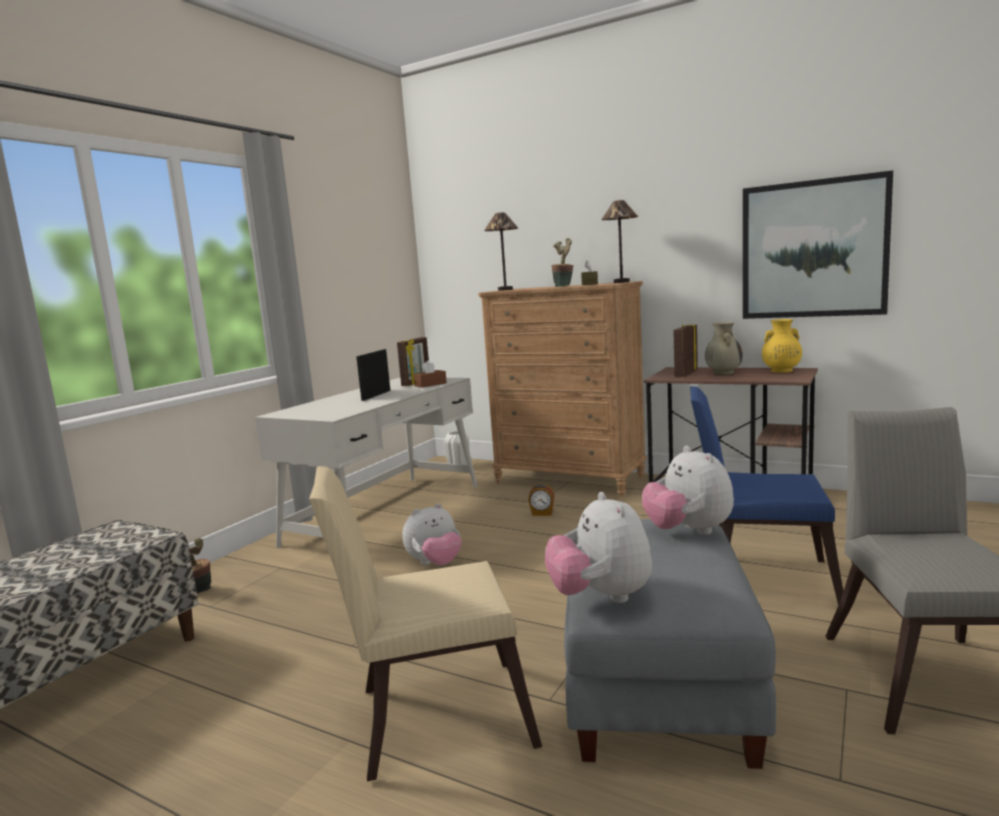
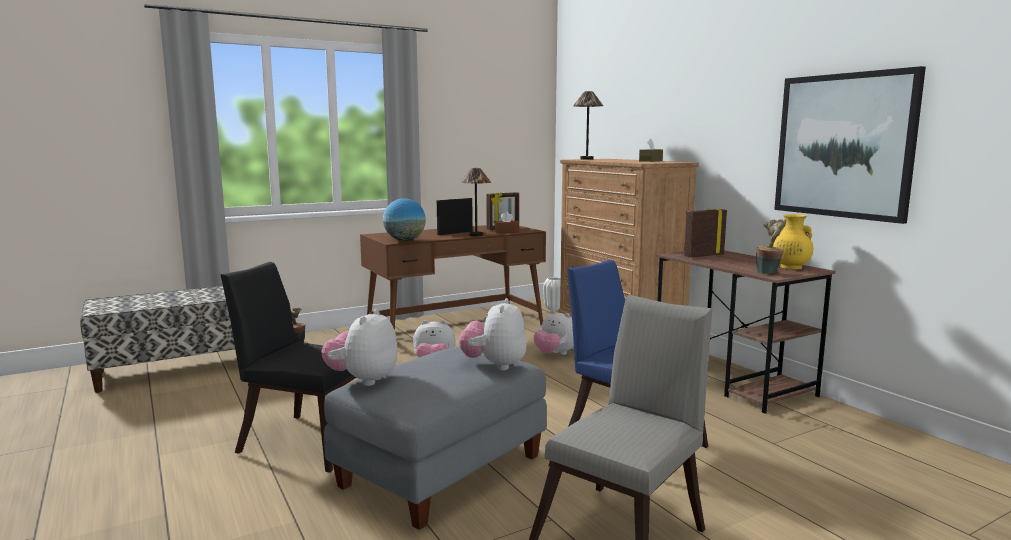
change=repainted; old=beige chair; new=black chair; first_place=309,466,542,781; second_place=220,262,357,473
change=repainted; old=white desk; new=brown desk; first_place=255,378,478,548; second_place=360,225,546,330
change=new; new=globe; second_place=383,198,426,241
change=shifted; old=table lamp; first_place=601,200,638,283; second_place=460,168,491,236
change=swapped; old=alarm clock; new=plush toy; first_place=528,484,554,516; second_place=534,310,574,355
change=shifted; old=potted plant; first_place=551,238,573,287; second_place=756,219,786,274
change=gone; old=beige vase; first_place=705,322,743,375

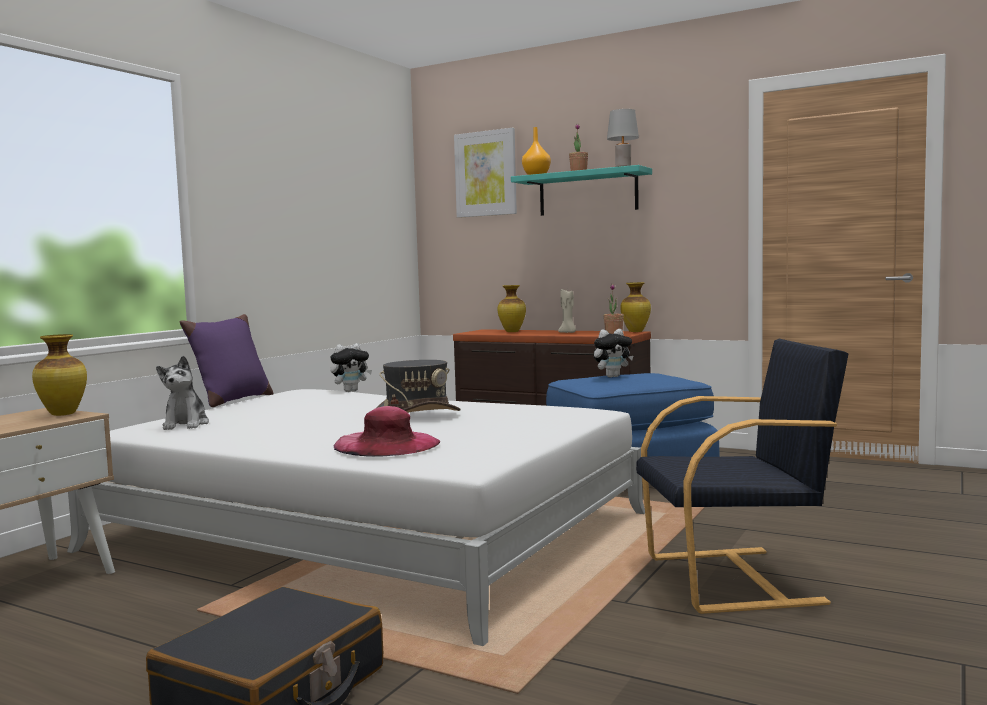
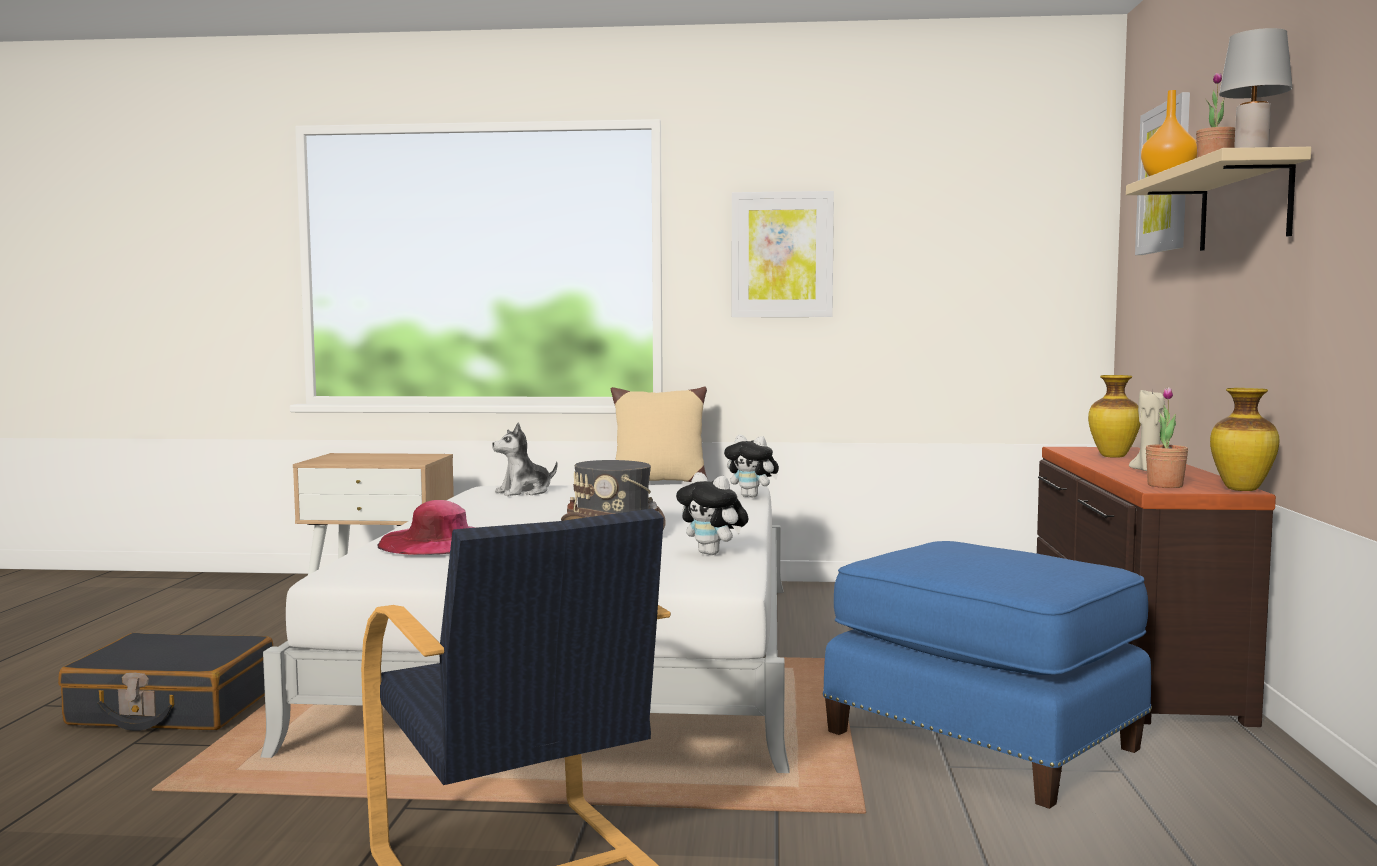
change=repainted; old=purple pillow; new=beige pillow; first_place=180,314,273,407; second_place=611,387,708,482
change=shifted; old=plush toy; first_place=594,329,633,378; second_place=676,472,748,555
change=new; new=picture; second_place=732,191,834,317
change=repainted; old=turquoise shelf; new=beige shelf; first_place=511,165,652,216; second_place=1126,147,1311,251
change=gone; old=vase; first_place=32,334,87,416

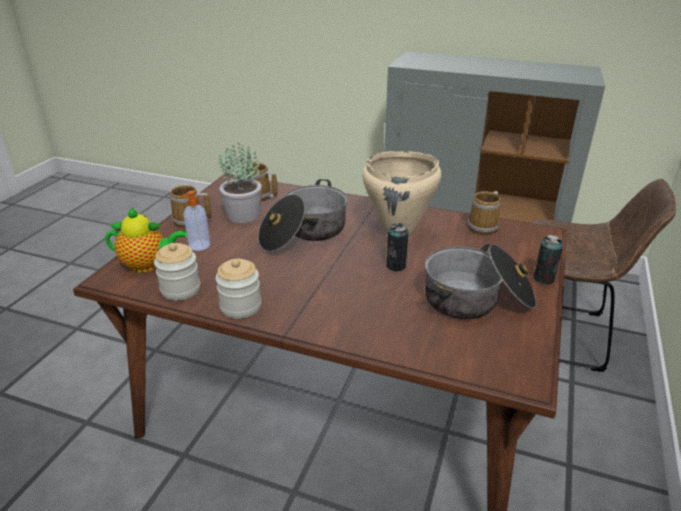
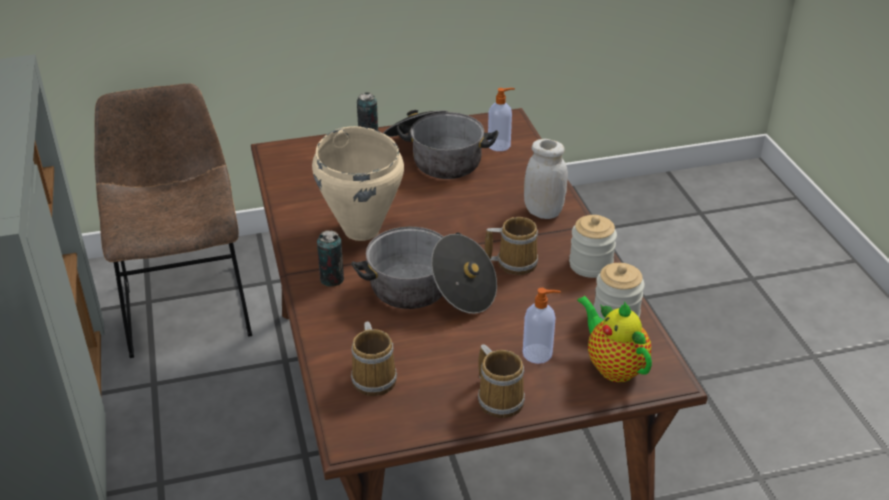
change=shifted; old=can; first_place=387,223,409,271; second_place=317,231,344,287
change=shifted; old=mug; first_place=468,191,501,235; second_place=485,217,538,275
change=new; new=soap dispenser; second_place=488,88,515,151
change=new; new=white jar; second_place=524,139,568,219
change=gone; old=potted plant; first_place=218,143,262,223

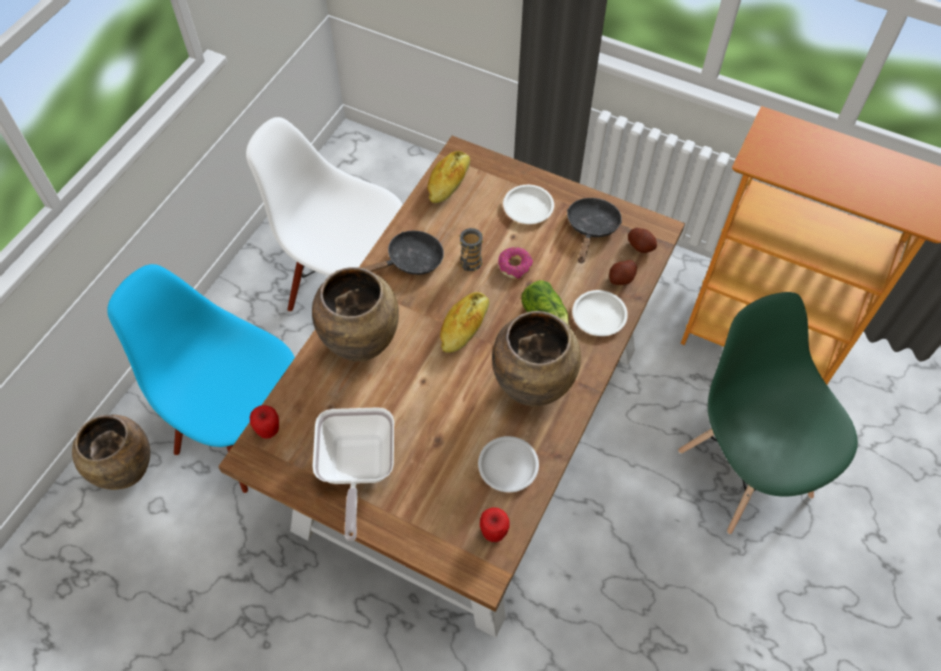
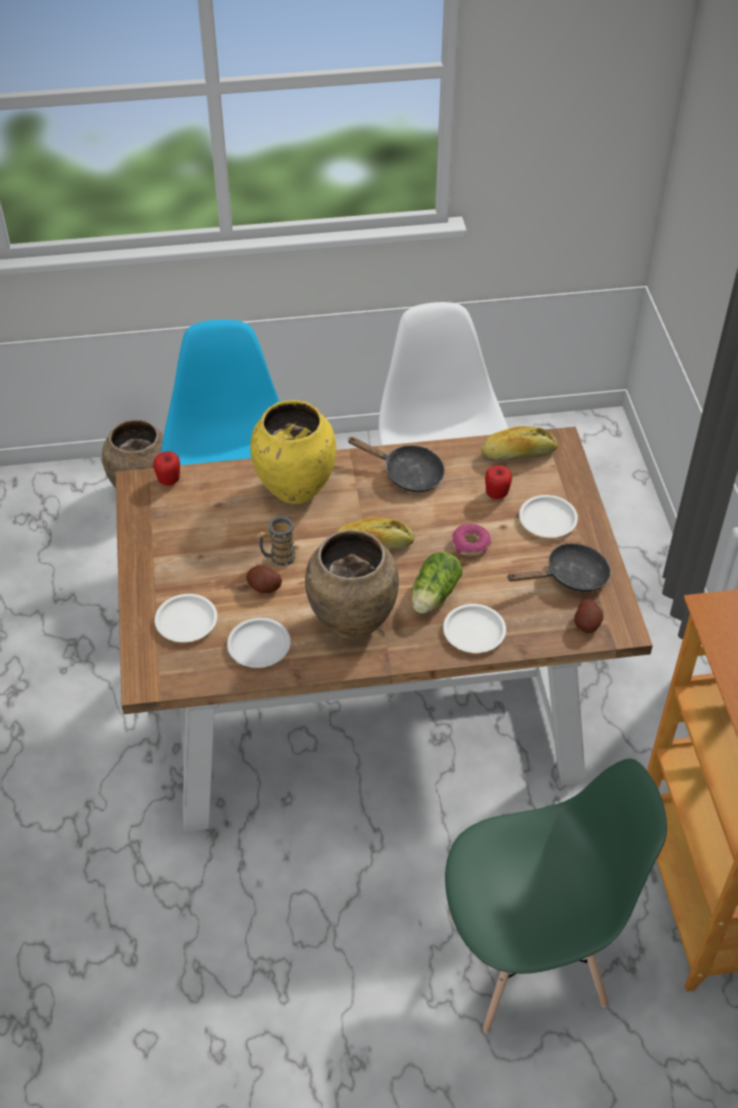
change=new; new=white plate; second_place=155,594,217,642
change=shifted; old=potato; first_place=609,260,637,285; second_place=246,566,282,593
change=repainted; old=brown vase; new=yellow vase; first_place=312,267,399,362; second_place=250,400,336,504
change=shifted; old=mug; first_place=458,228,484,271; second_place=257,516,297,566
change=rotated; old=green chair; first_place=678,292,858,534; second_place=445,759,667,1033; degrees=45
change=shifted; old=apple; first_place=480,508,509,542; second_place=485,465,512,499
change=gone; old=frying pan; first_place=312,407,394,541

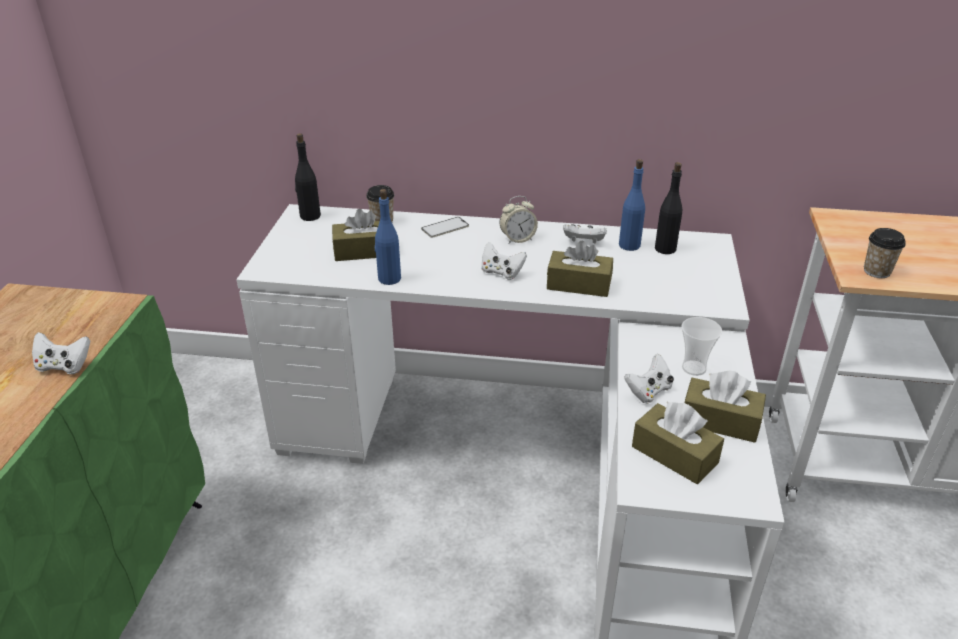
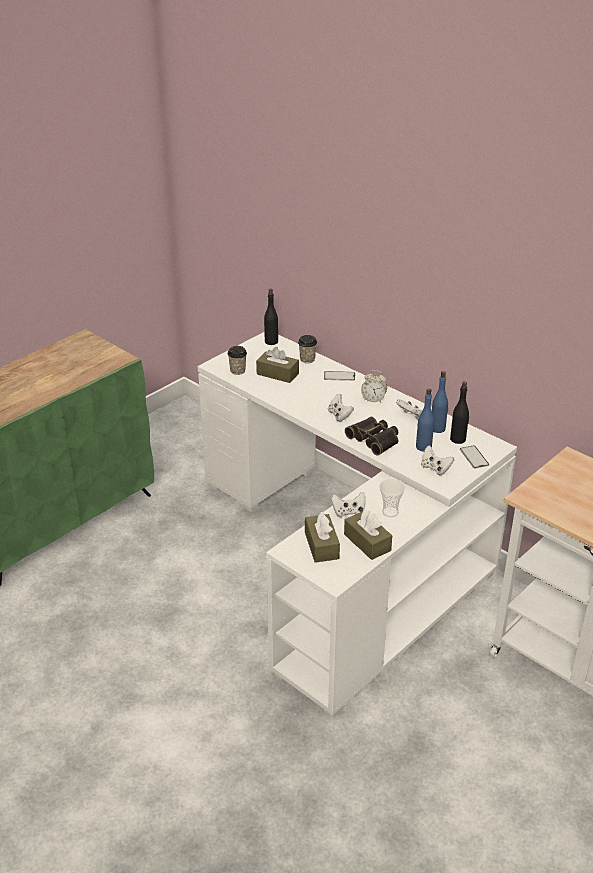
change=shifted; old=cup; first_place=864,228,906,278; second_place=228,346,247,375
change=swapped; old=brown tissue box; new=binoculars; first_place=547,240,613,297; second_place=345,417,398,456
change=shifted; old=blue bottle; first_place=375,189,401,285; second_place=416,389,434,452
change=shifted; old=white game controller; first_place=32,332,90,375; second_place=421,445,454,475
change=new; new=phone; second_place=460,446,489,469

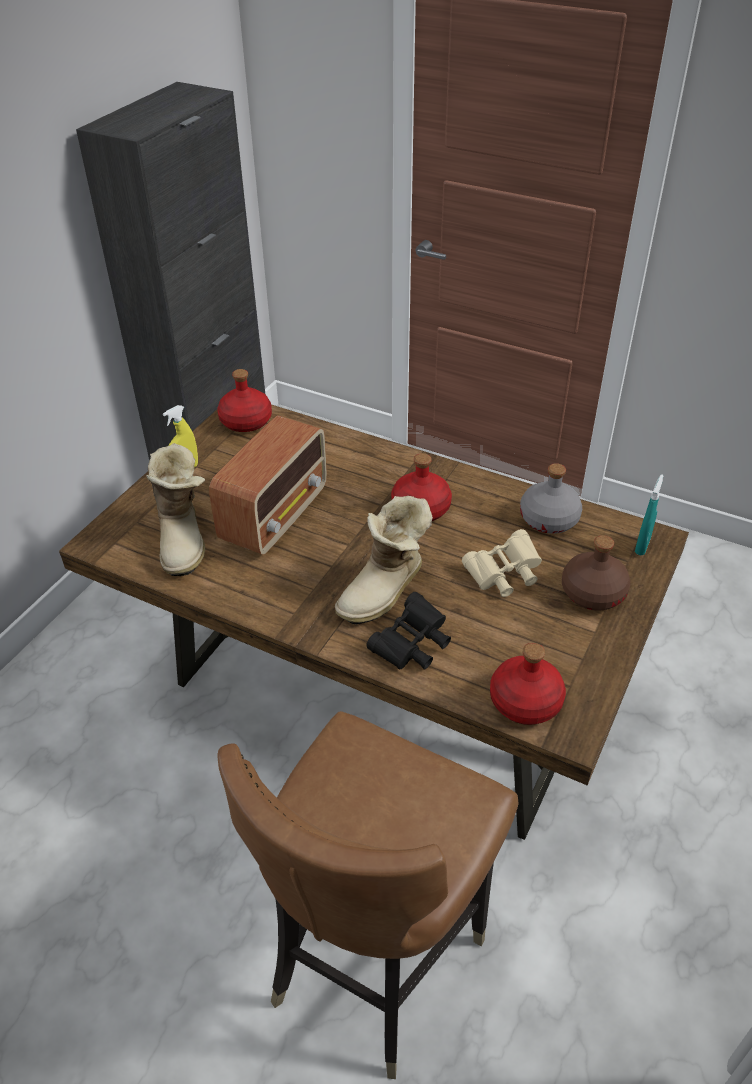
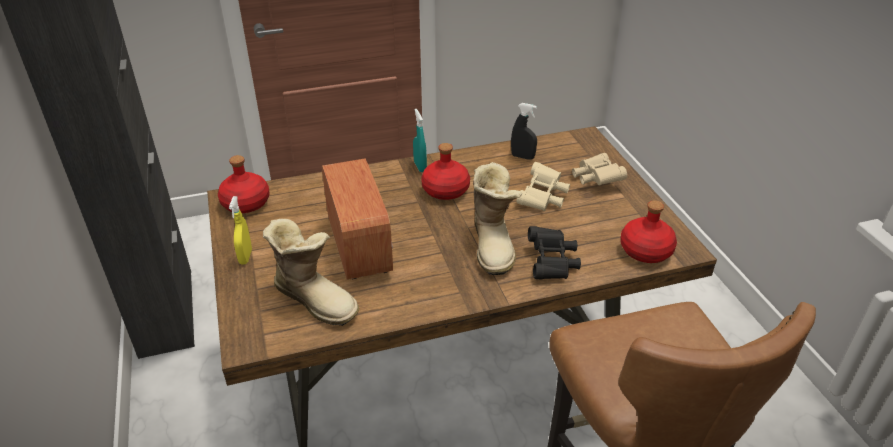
change=shifted; old=turquoise spray bottle; first_place=635,474,664,555; second_place=413,109,427,172
change=swapped; old=grey bottle; new=black spray bottle; first_place=520,463,582,534; second_place=511,103,537,160
change=swapped; old=brown bottle; new=beige binoculars; first_place=562,535,630,611; second_place=572,153,627,185

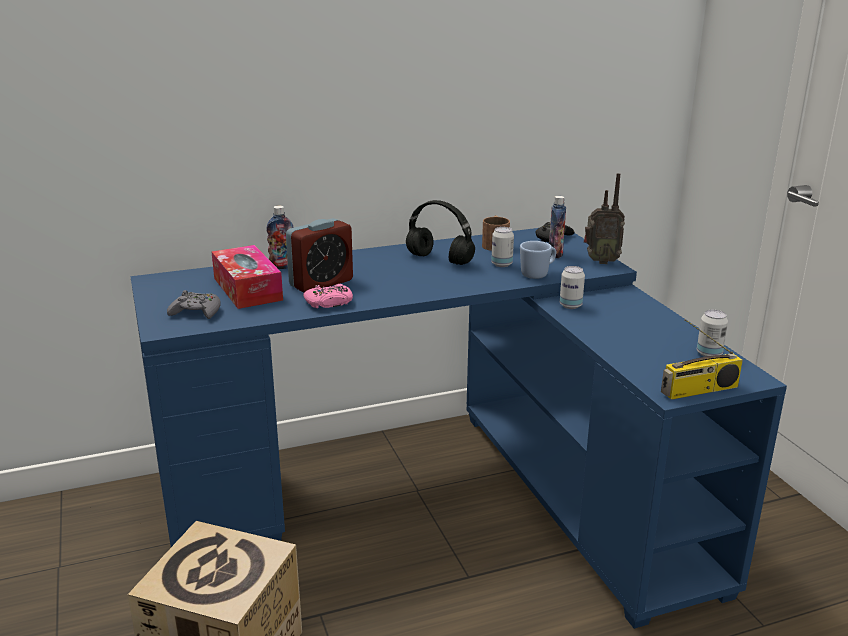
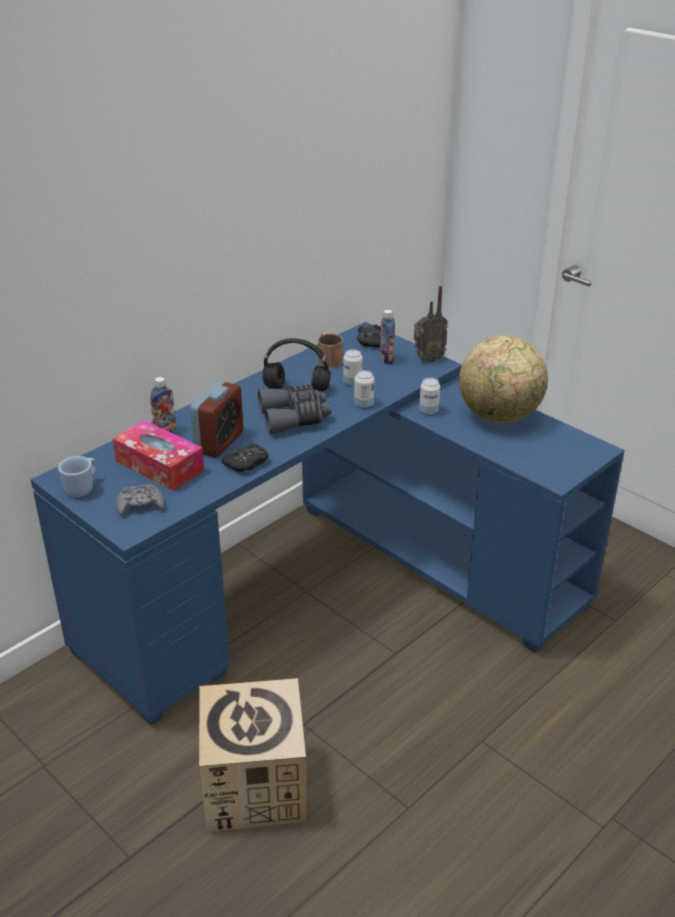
change=shifted; old=blue mug; first_place=520,241,556,279; second_place=58,456,97,497
change=repainted; old=pink game controller; new=black game controller; first_place=303,284,353,309; second_place=221,443,269,472
change=new; new=grey binoculars; second_place=258,385,331,435
change=shifted; old=can; first_place=697,310,728,357; second_place=354,370,374,408
change=new; new=globe; second_place=459,336,548,423
change=gone; old=radio; first_place=661,319,743,400

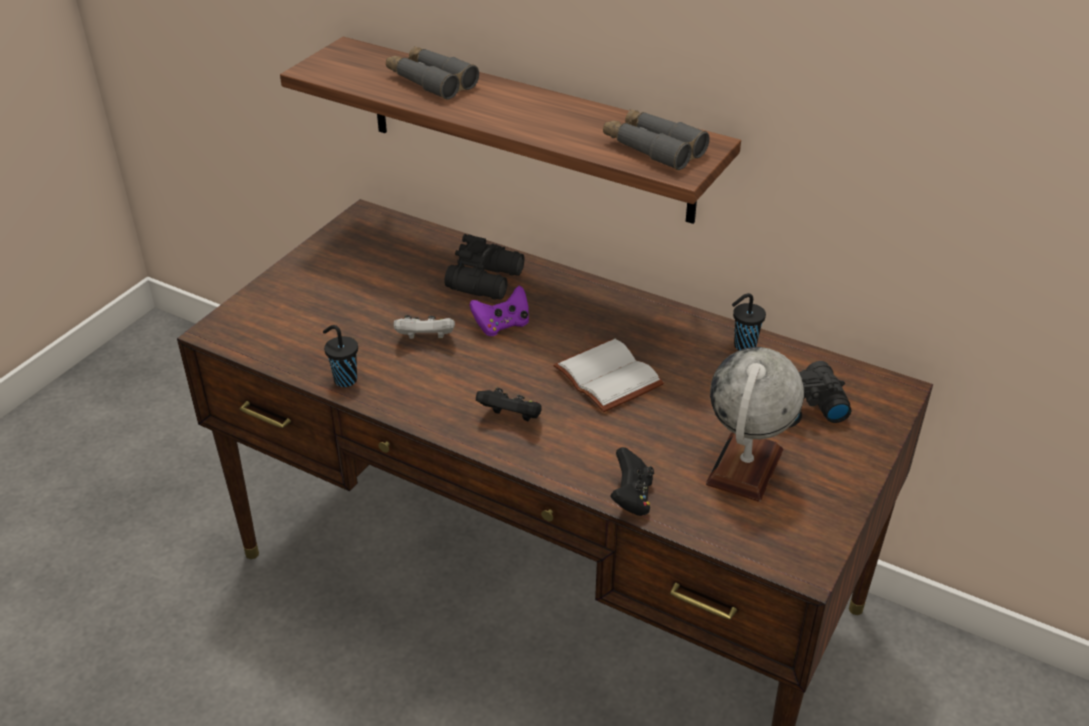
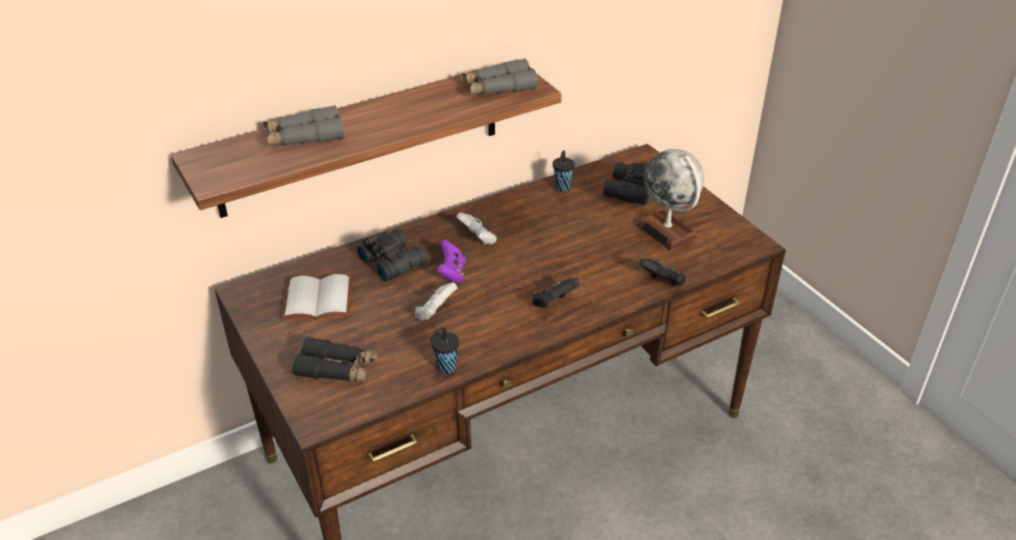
change=shifted; old=white book; first_place=553,339,664,412; second_place=281,274,353,319
change=new; new=black binoculars; second_place=291,337,377,382
change=new; new=white game controller; second_place=457,212,497,244

